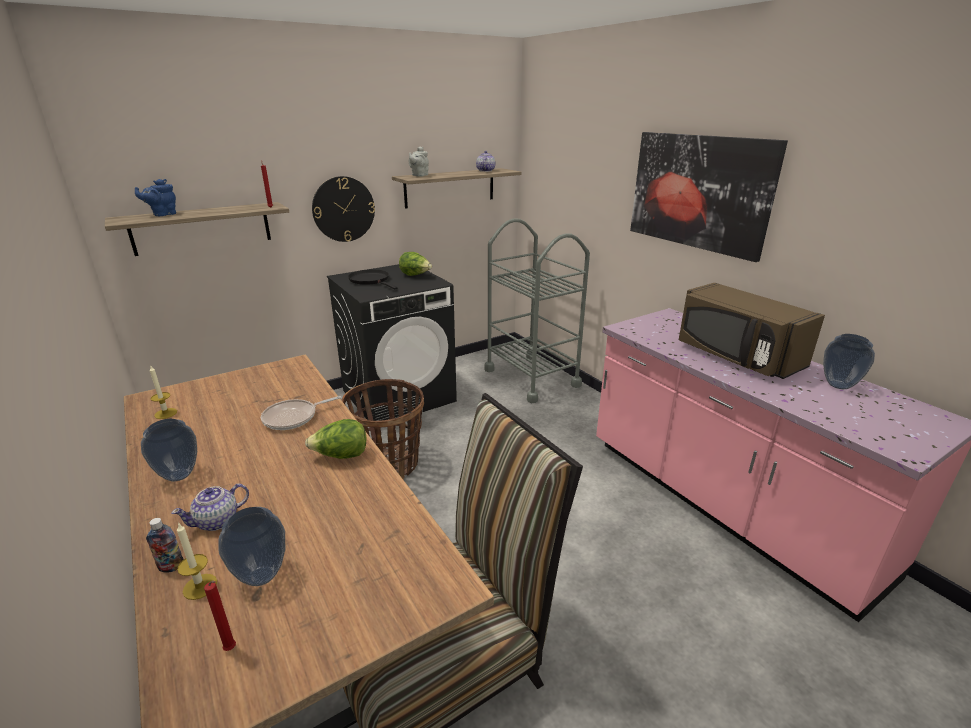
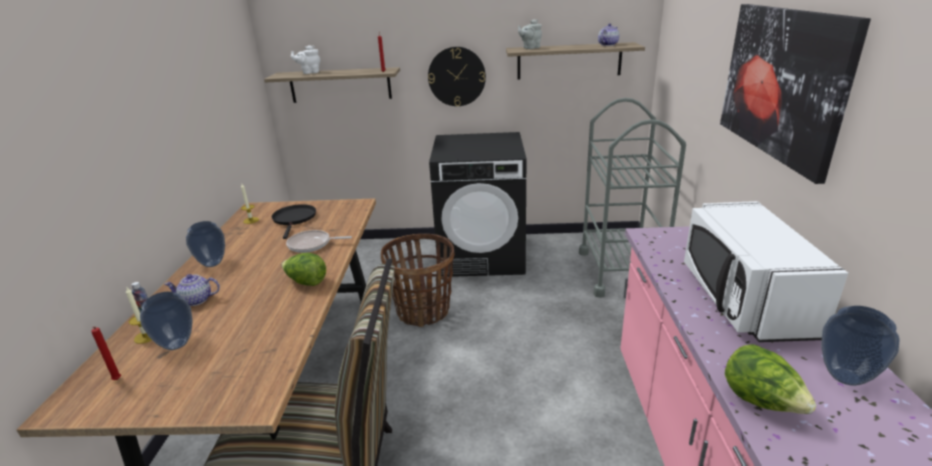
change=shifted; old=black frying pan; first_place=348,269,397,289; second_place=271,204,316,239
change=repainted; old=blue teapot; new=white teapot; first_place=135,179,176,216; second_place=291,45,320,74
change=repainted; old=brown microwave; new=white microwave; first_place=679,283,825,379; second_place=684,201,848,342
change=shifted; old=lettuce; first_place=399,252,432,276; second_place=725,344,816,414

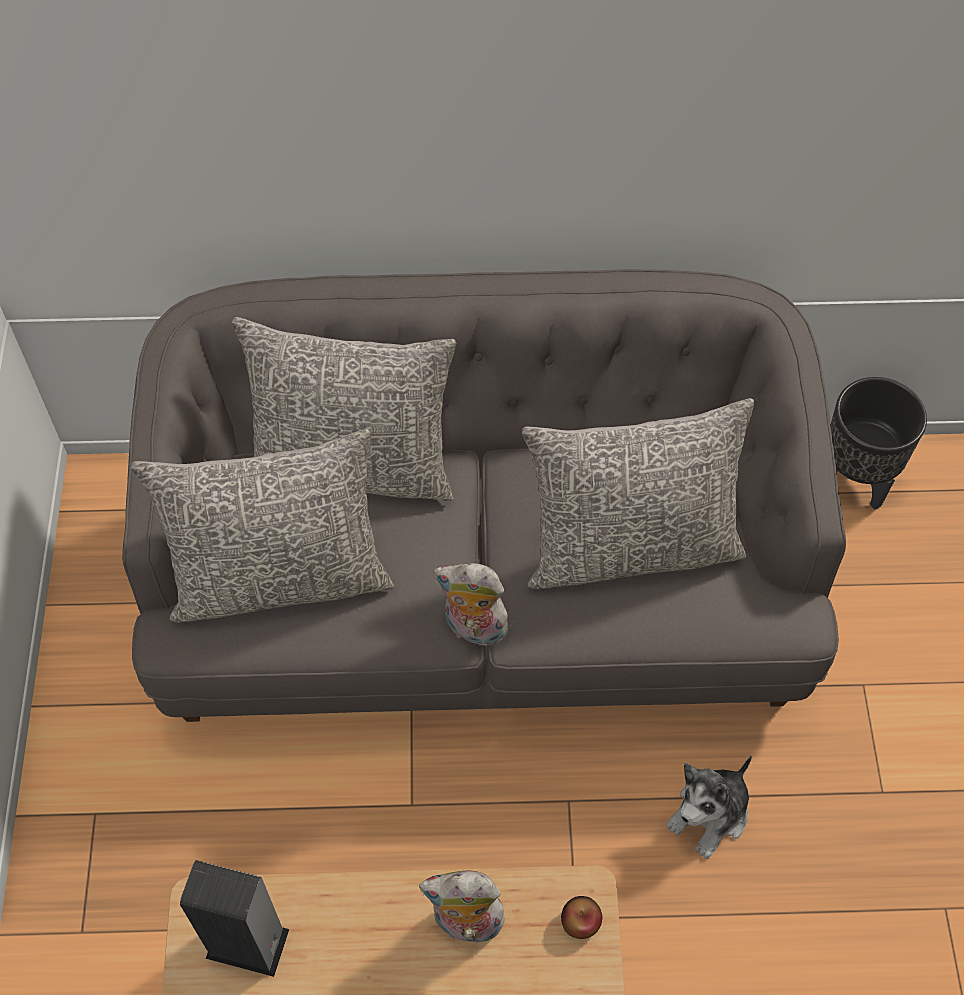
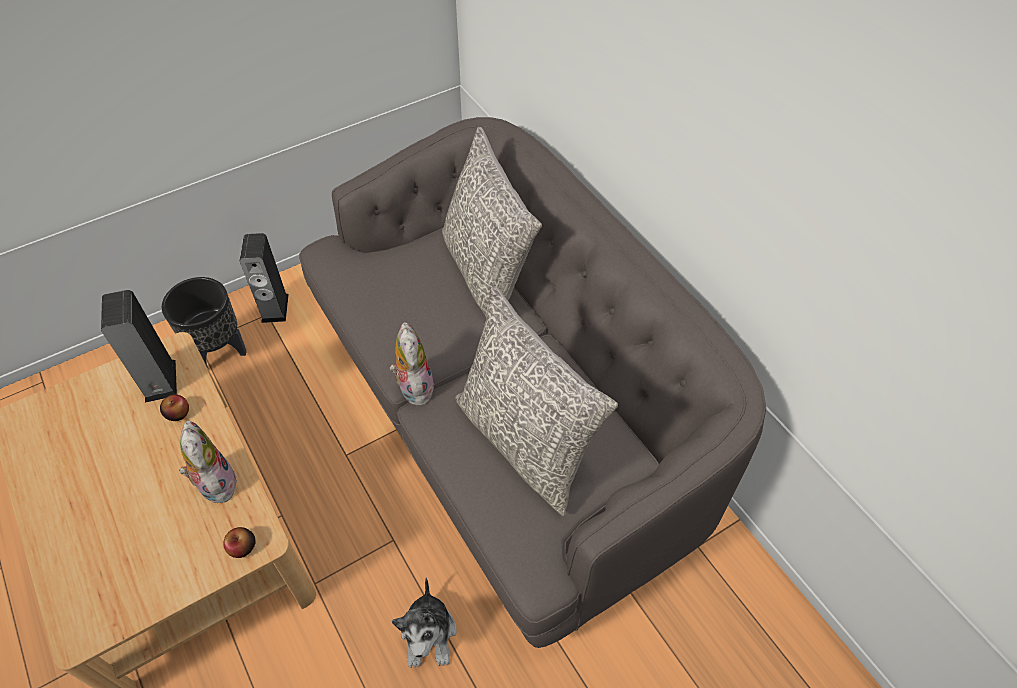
change=new; new=apple; second_place=160,394,189,421
change=shifted; old=black planter; first_place=831,377,927,510; second_place=162,277,247,368
change=new; new=speaker; second_place=240,233,289,323
change=rotated; old=plush toy; first_place=666,756,752,859; second_place=392,578,457,668; degrees=-105
change=gone; old=grey pillow; first_place=131,429,394,623

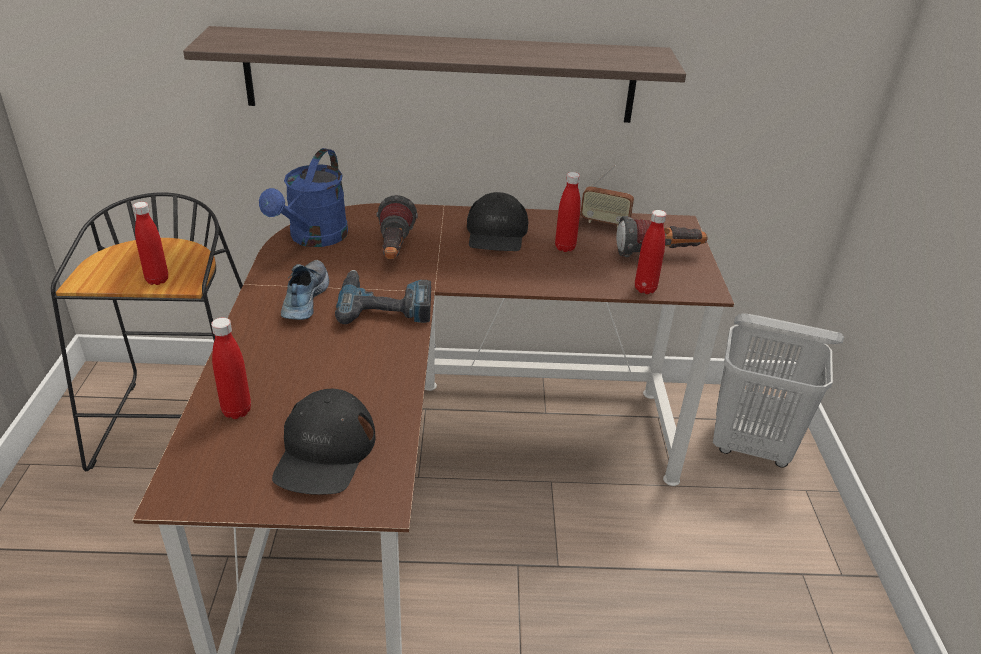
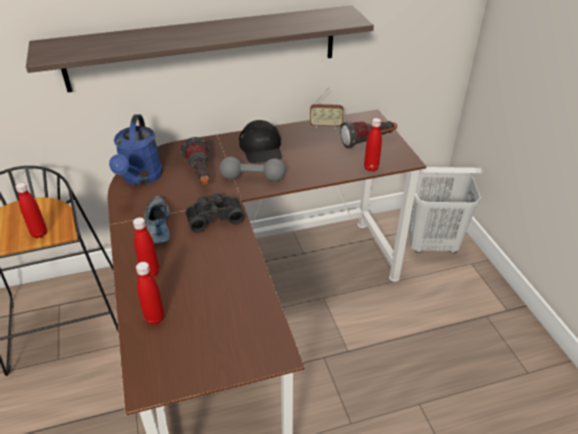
change=shifted; old=red bottle; first_place=555,172,581,252; second_place=133,217,159,276
change=swapped; old=power drill; new=black binoculars; first_place=335,270,431,324; second_place=185,193,245,233
change=new; new=grey dumbbell; second_place=219,157,286,182
change=gone; old=black cap; first_place=272,389,376,495

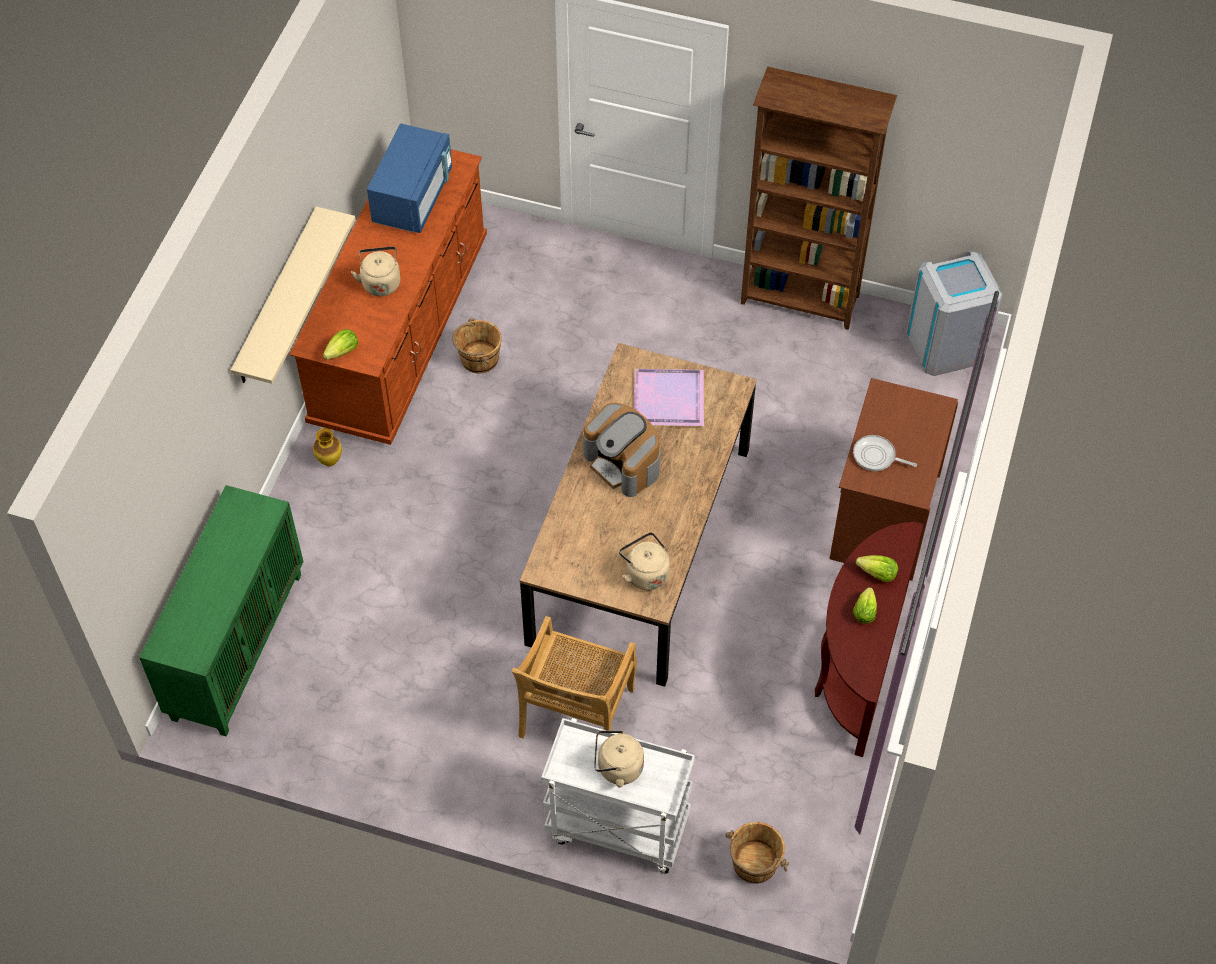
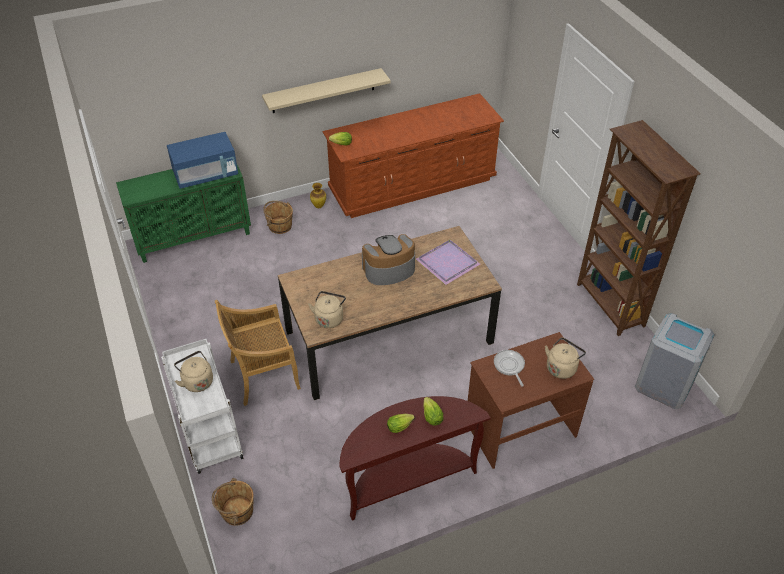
change=shifted; old=blue microwave; first_place=367,124,452,233; second_place=167,132,238,189
change=shifted; old=brown bucket; first_place=452,318,502,373; second_place=263,201,293,234
change=rotated; old=coffee machine; first_place=583,403,660,497; second_place=362,234,415,285; degrees=60
change=shifted; old=beige kettle; first_place=351,246,401,296; second_place=545,337,586,379

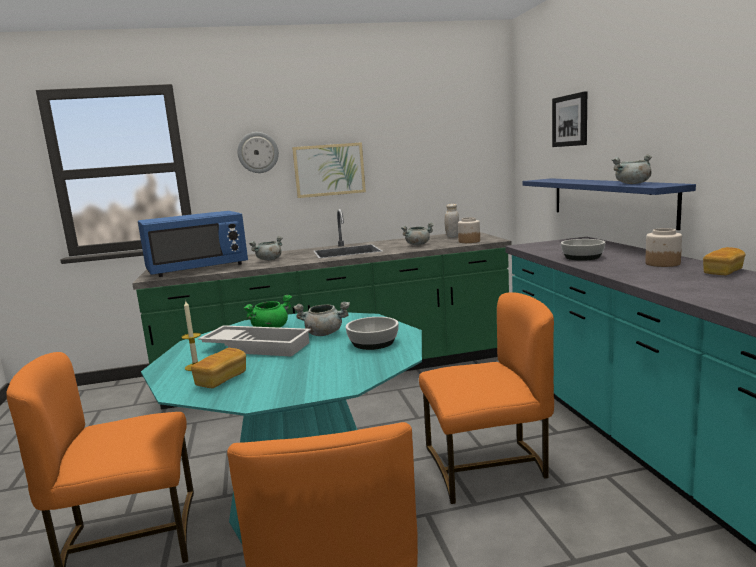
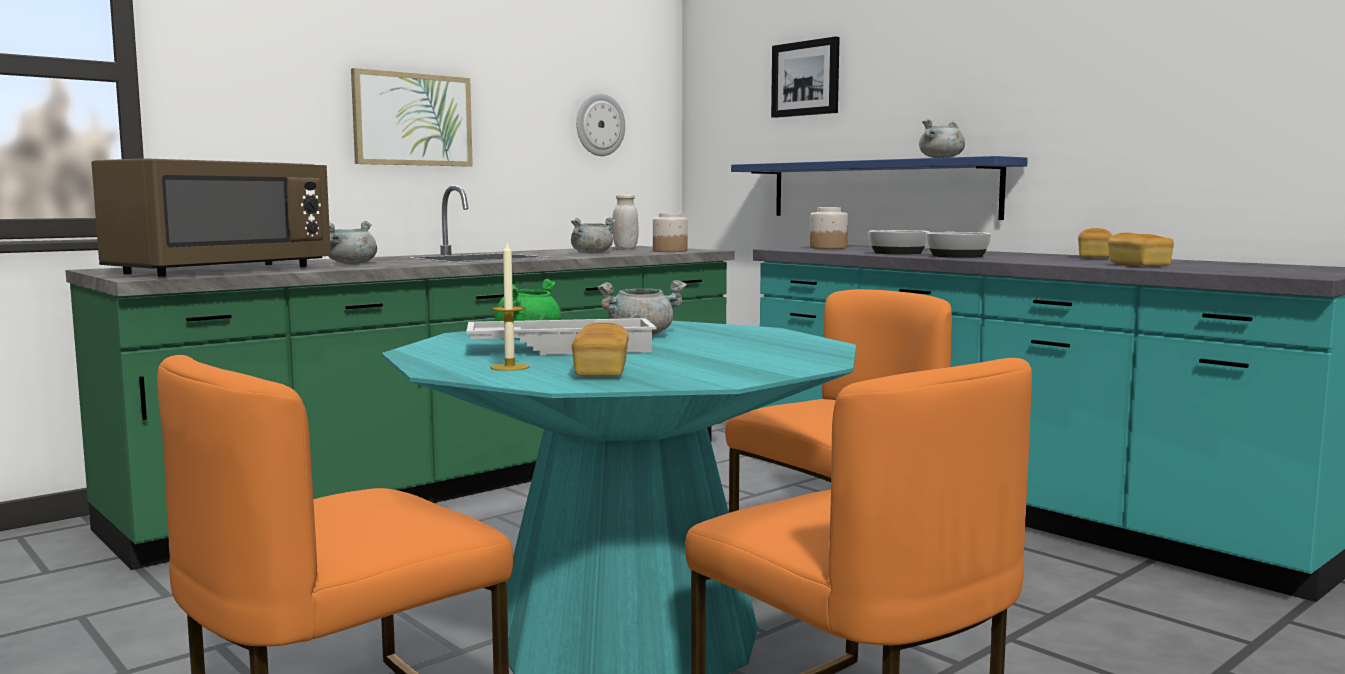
change=repainted; old=blue microwave; new=brown microwave; first_place=138,211,248,277; second_place=91,158,331,277
change=shifted; old=wall clock; first_place=237,132,279,173; second_place=576,93,625,156
change=shifted; old=jar; first_place=645,228,682,267; second_place=810,207,848,249
change=shifted; old=bowl; first_place=346,317,399,350; second_place=926,232,991,258
change=new; new=bread; second_place=1108,233,1174,266

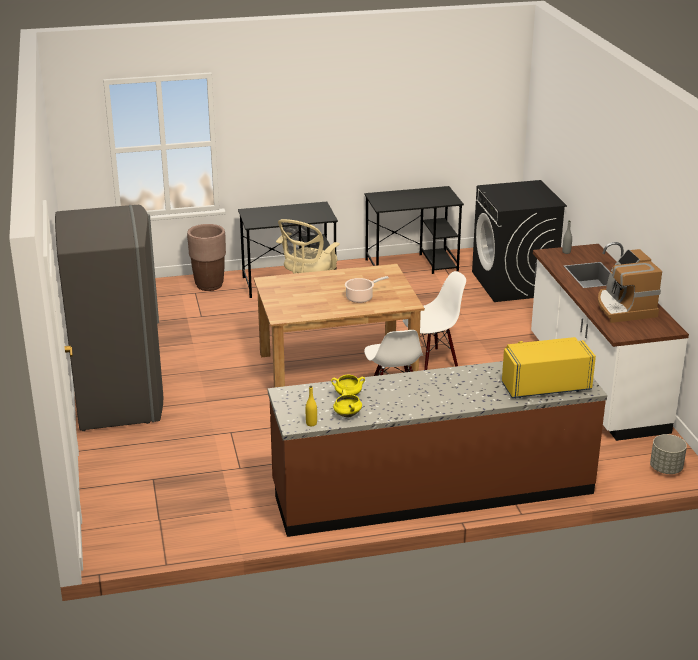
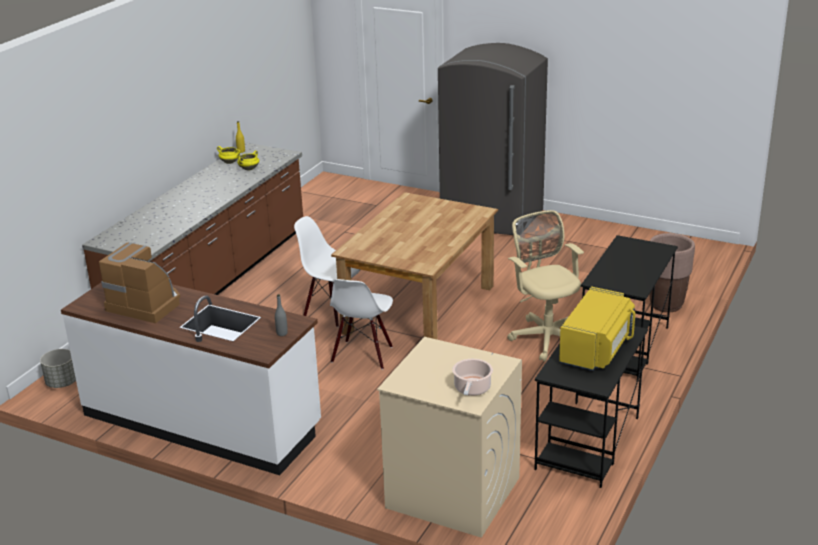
change=repainted; old=black washing machine; new=beige washing machine; first_place=472,180,567,302; second_place=377,337,522,538
change=shifted; old=cooking pot; first_place=345,276,389,303; second_place=452,359,493,396
change=shifted; old=yellow microwave; first_place=502,337,596,398; second_place=559,286,635,371

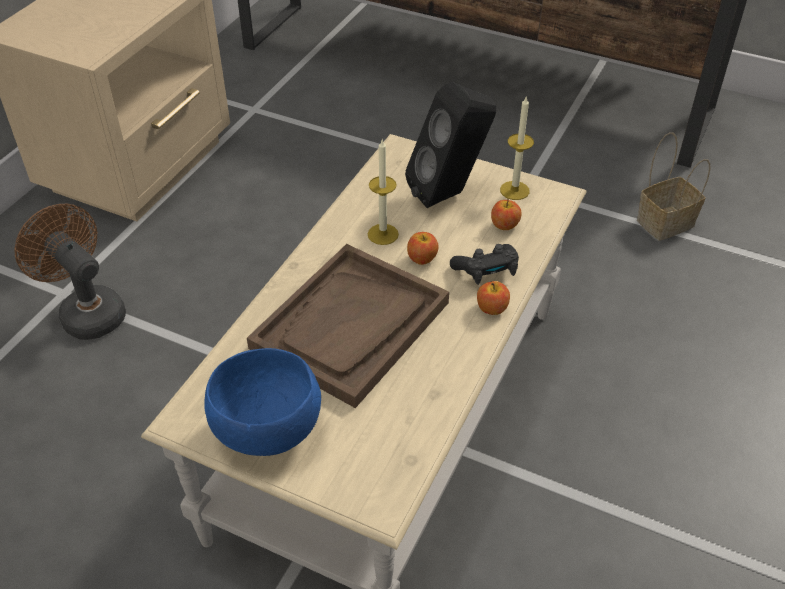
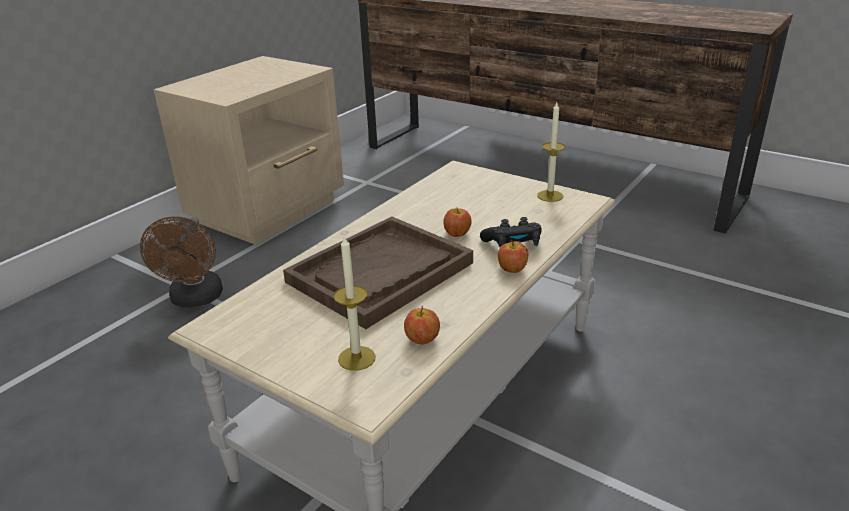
change=rotated; old=brown fan; first_place=15,204,126,340; second_place=140,217,223,307; degrees=-150
change=shifted; old=candle; first_place=368,140,399,245; second_place=333,235,376,371
change=shifted; old=apple; first_place=491,199,522,230; second_place=404,306,440,344
change=gone; old=blue bowl; first_place=204,348,321,456
change=gone; old=black speaker; first_place=405,82,496,208
change=gone; old=basket; first_place=637,132,710,241

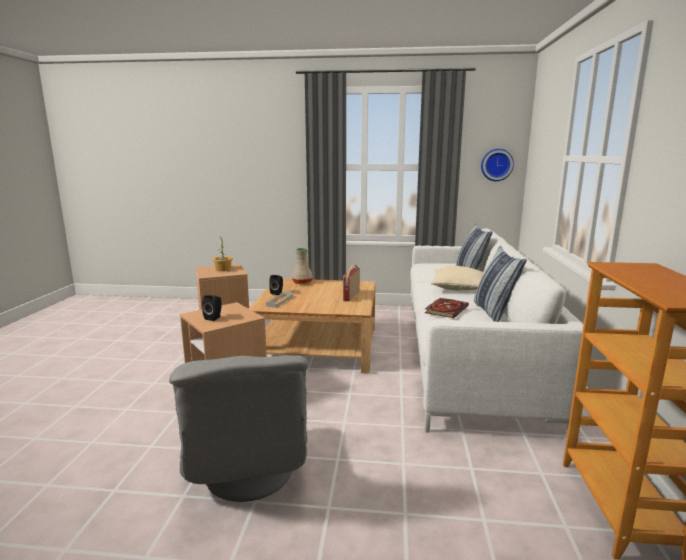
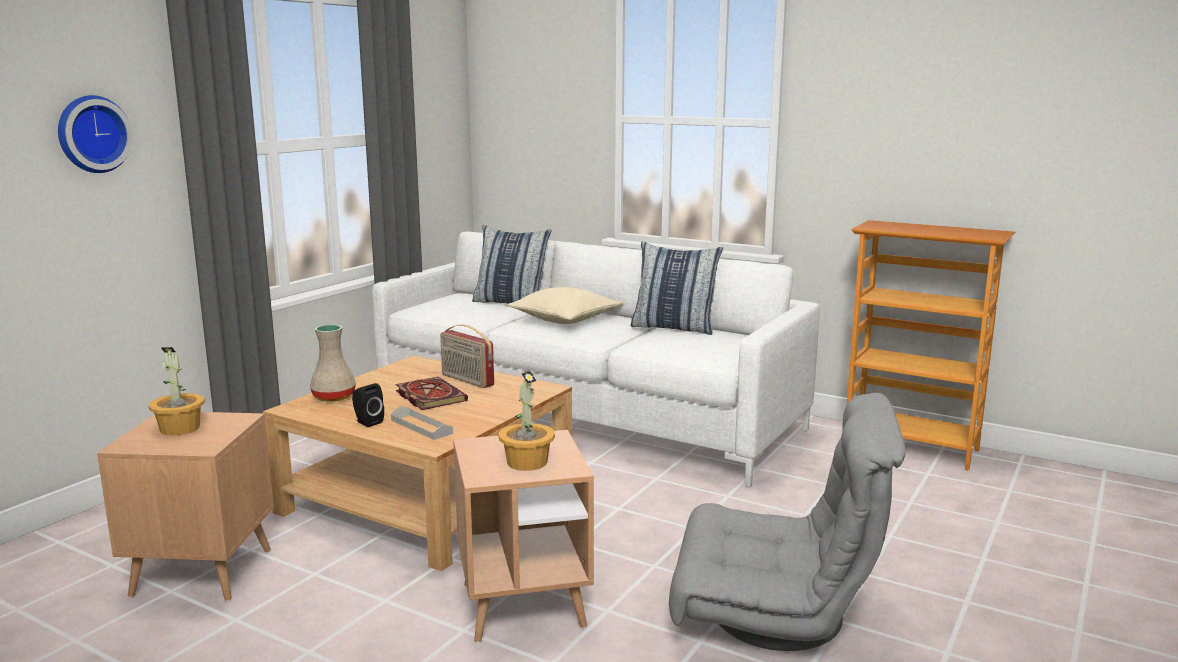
change=shifted; old=wall clock; first_place=481,149,514,181; second_place=58,95,133,173
change=shifted; old=book; first_place=425,298,469,318; second_place=395,377,468,410
change=swapped; old=black speaker; new=potted plant; first_place=202,295,222,321; second_place=498,371,555,471

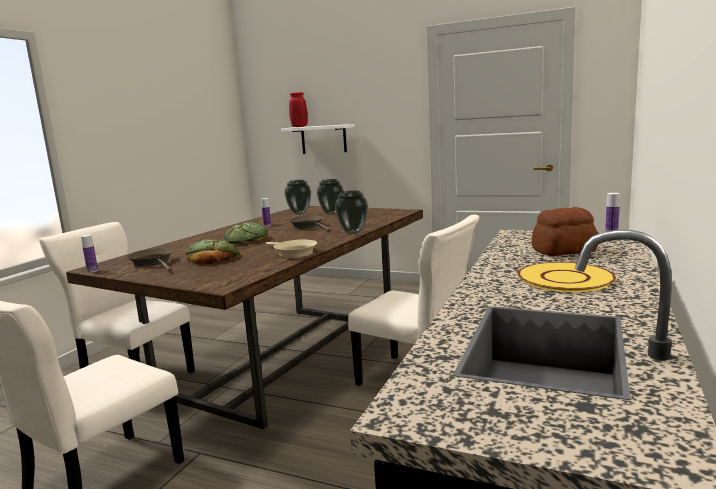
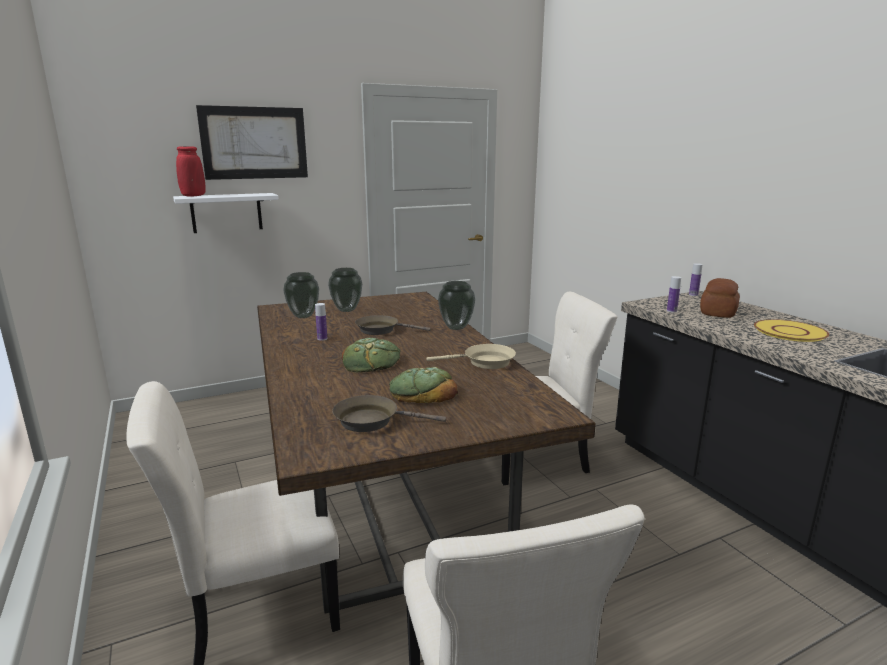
change=new; new=picture; second_place=196,105,308,180
change=shifted; old=bottle; first_place=81,235,98,273; second_place=667,276,681,313

